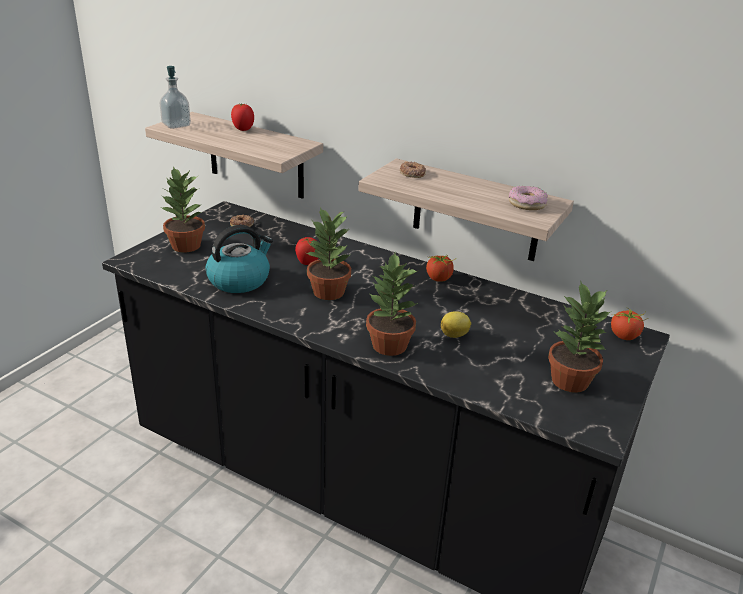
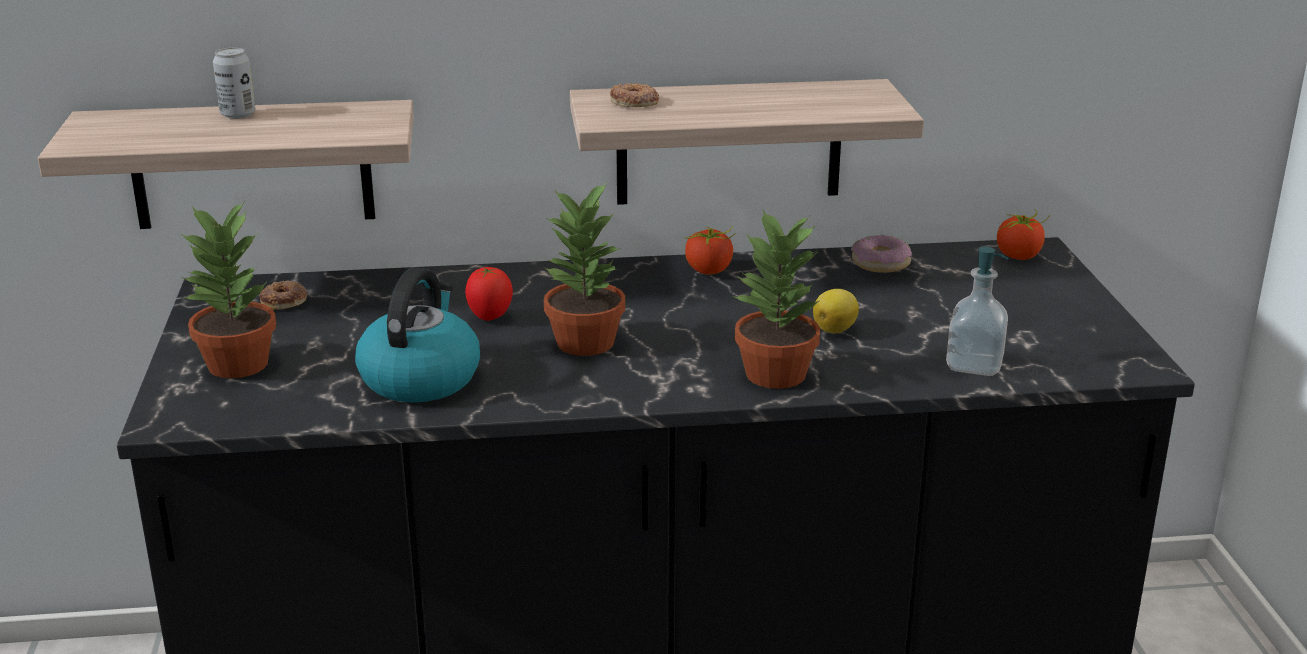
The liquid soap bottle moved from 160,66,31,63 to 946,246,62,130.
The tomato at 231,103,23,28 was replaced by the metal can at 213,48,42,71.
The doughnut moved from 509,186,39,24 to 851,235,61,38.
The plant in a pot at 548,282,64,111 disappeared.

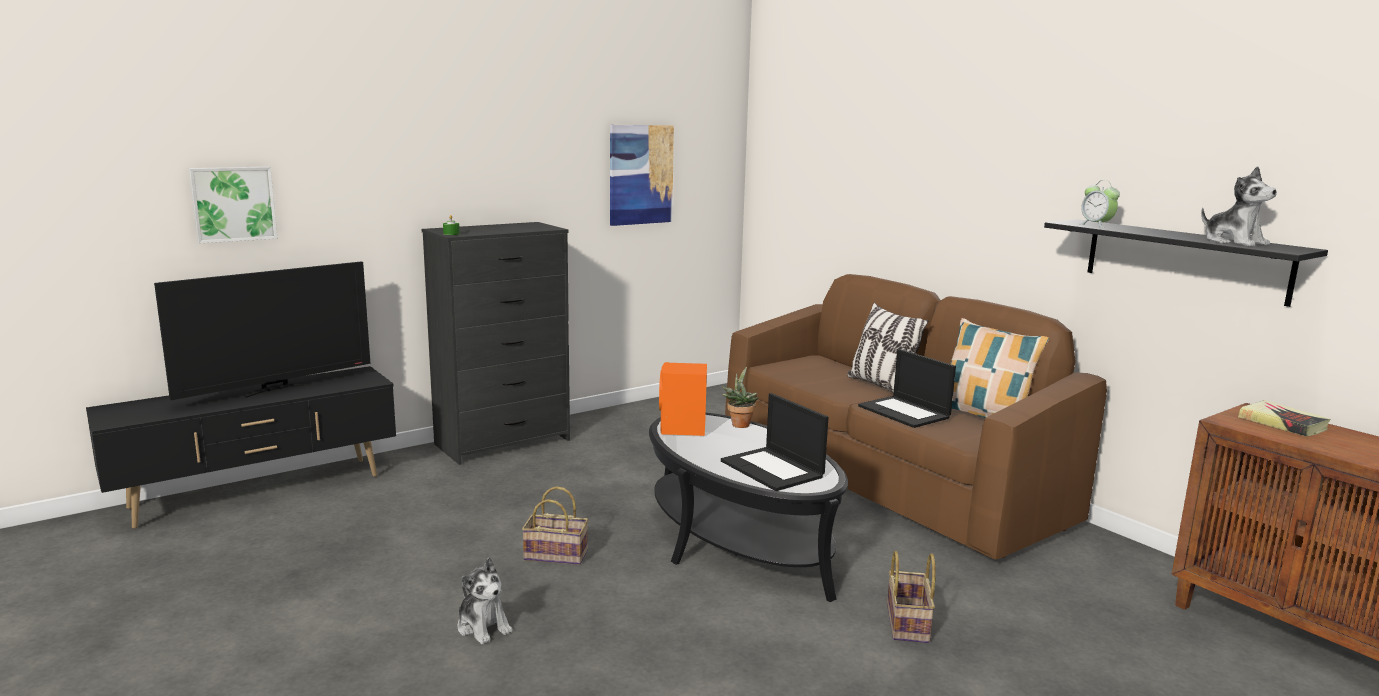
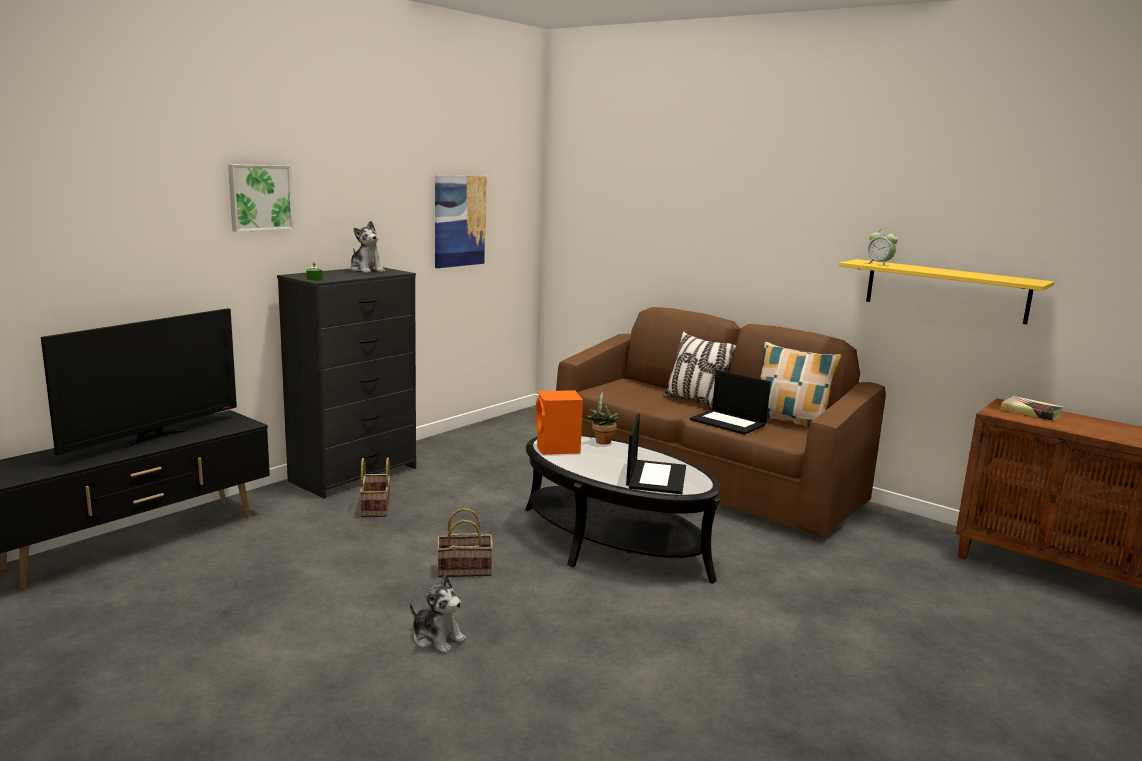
The picture moved from 189,167,89,76 to 228,164,66,68.
The portable computer at 721,393,108,98 turned 120 degrees counterclockwise.
The storage basket moved from 887,551,49,92 to 360,457,30,60.
The bracket shelf (black) at 1044,219,284,88 became the bracket shelf (yellow-coloured) at 839,259,215,65.
The soft toy moved from 1201,166,76,80 to 350,221,35,52.

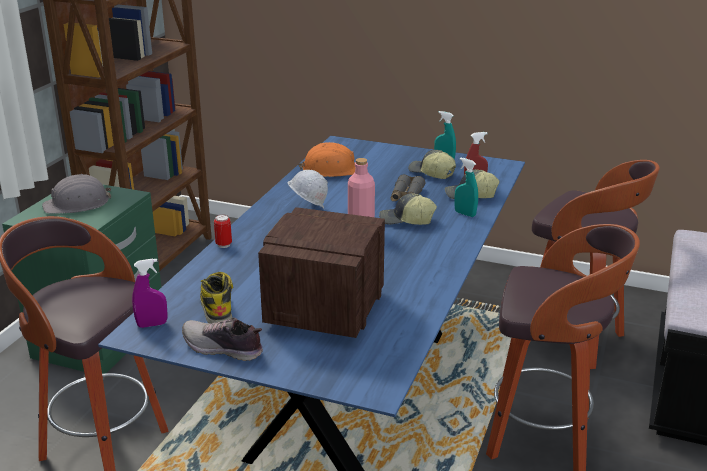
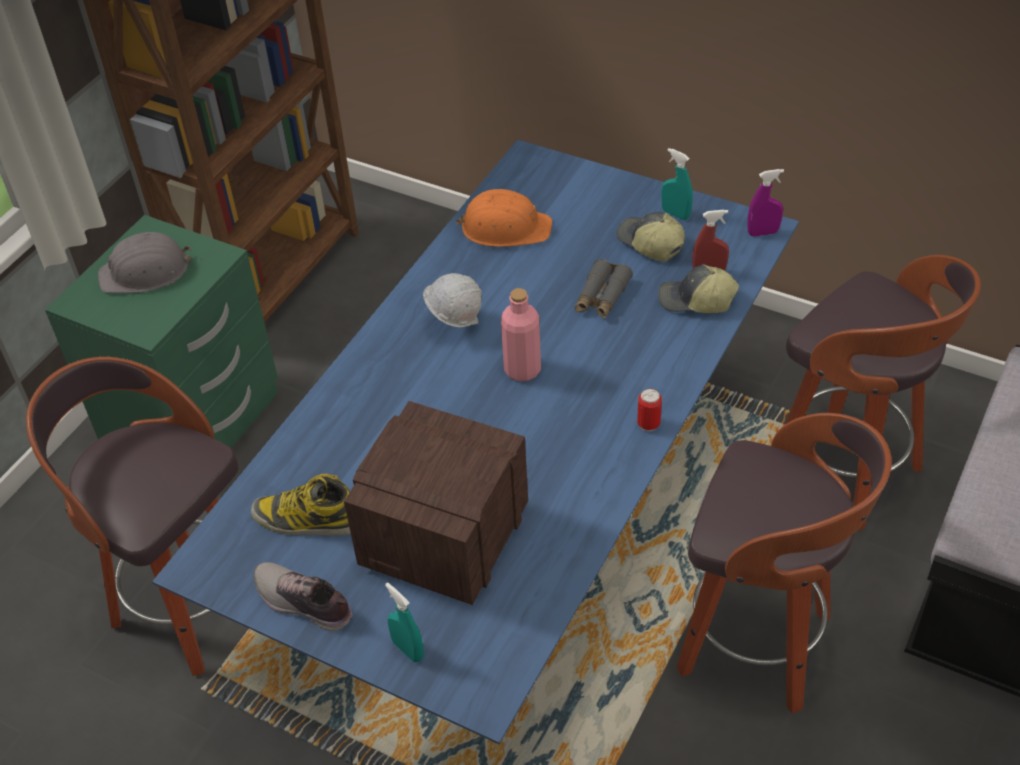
The spray bottle (purple-coloured) moved from 132,258,35,70 to 747,169,37,67.
The boot at 200,272,33,51 turned 75 degrees counterclockwise.
The metal can moved from 214,215,18,33 to 637,388,25,43.
The baseball cap at 379,193,58,32 disappeared.
The spray bottle (blue-green) moved from 454,158,24,59 to 385,583,39,79.

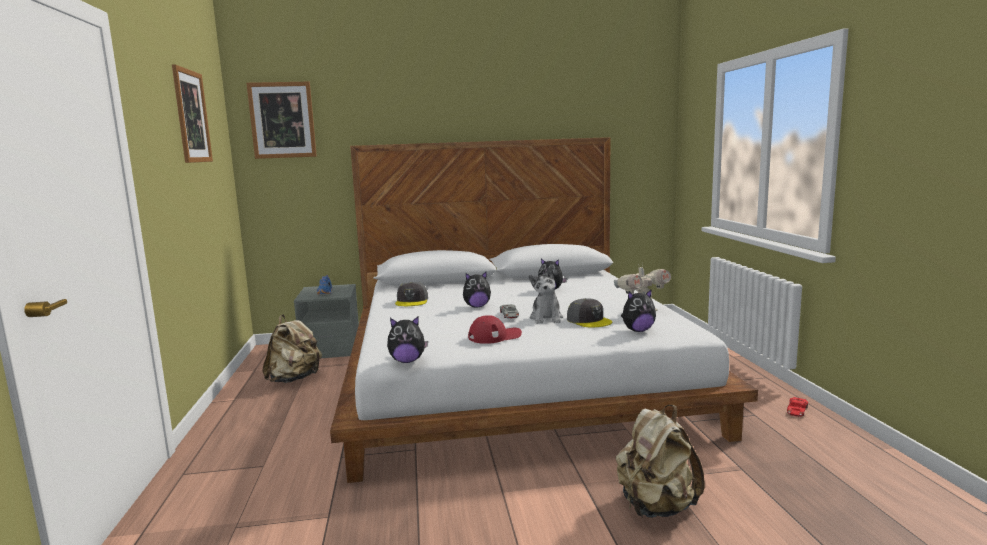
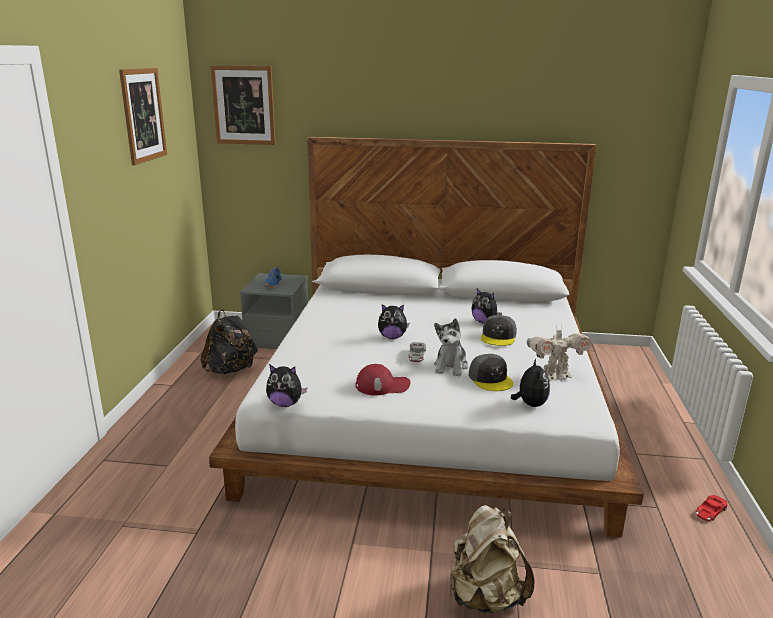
The knapsack (sand-coloured) at 262,314,60,69 became the knapsack (black) at 200,309,58,65.
The baseball cap (greyish) moved from 395,282,33,24 to 481,315,36,31.
The soft toy at 621,289,35,43 turned 90 degrees counterclockwise.

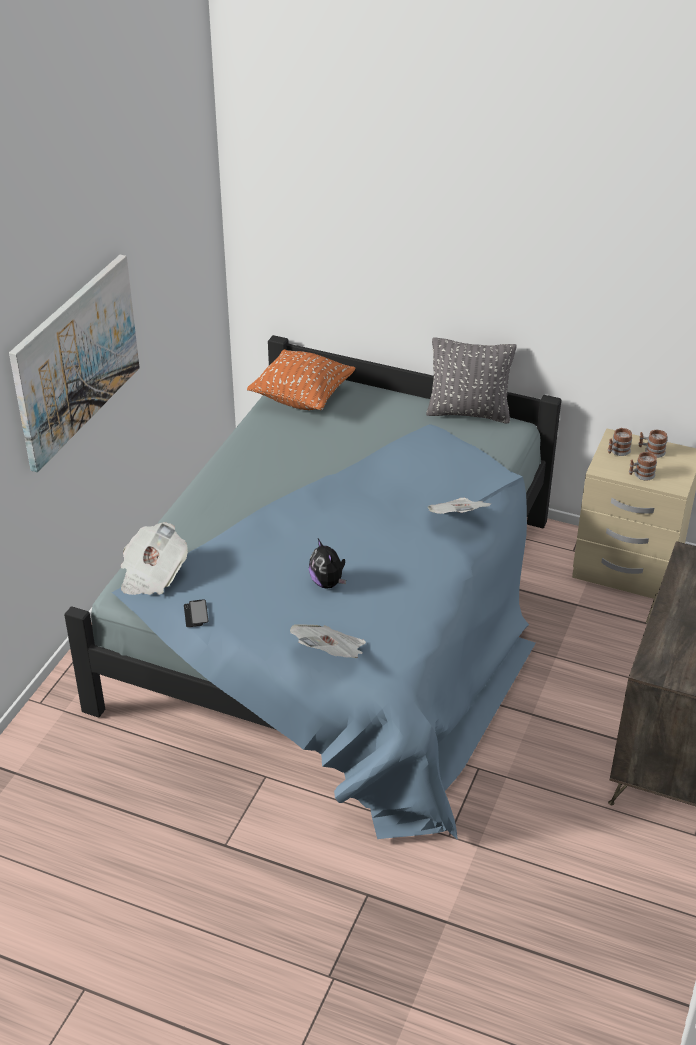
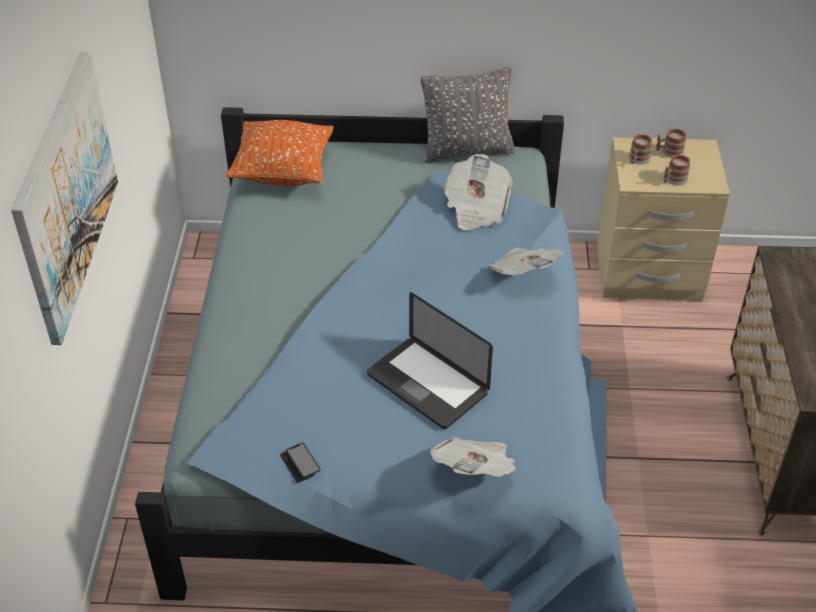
The daily paper moved from 121,522,67,73 to 444,154,69,76.
The soft toy at 309,539,37,50 was replaced by the portable computer at 367,292,126,137.

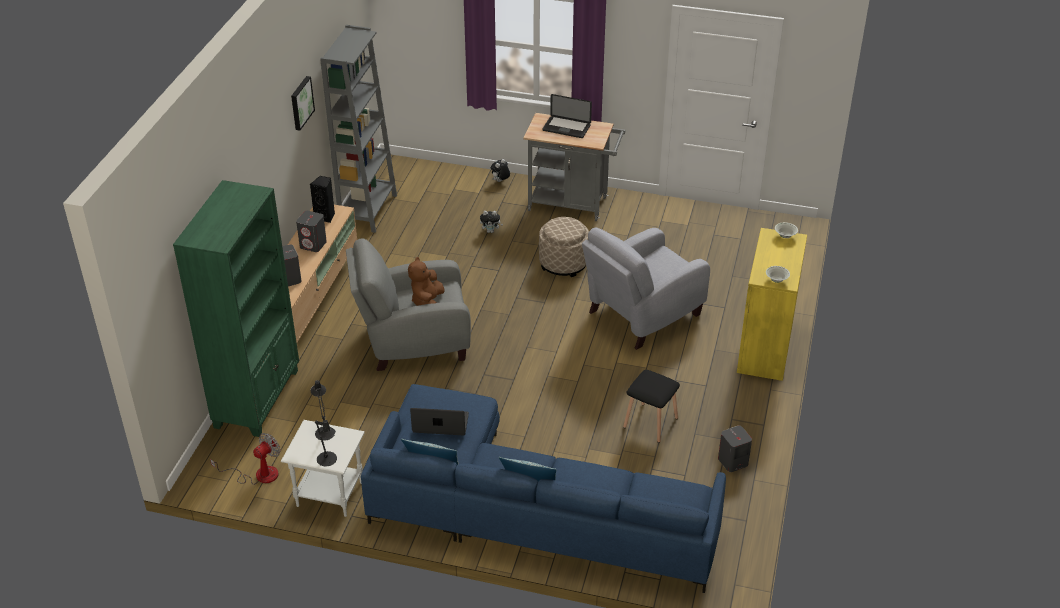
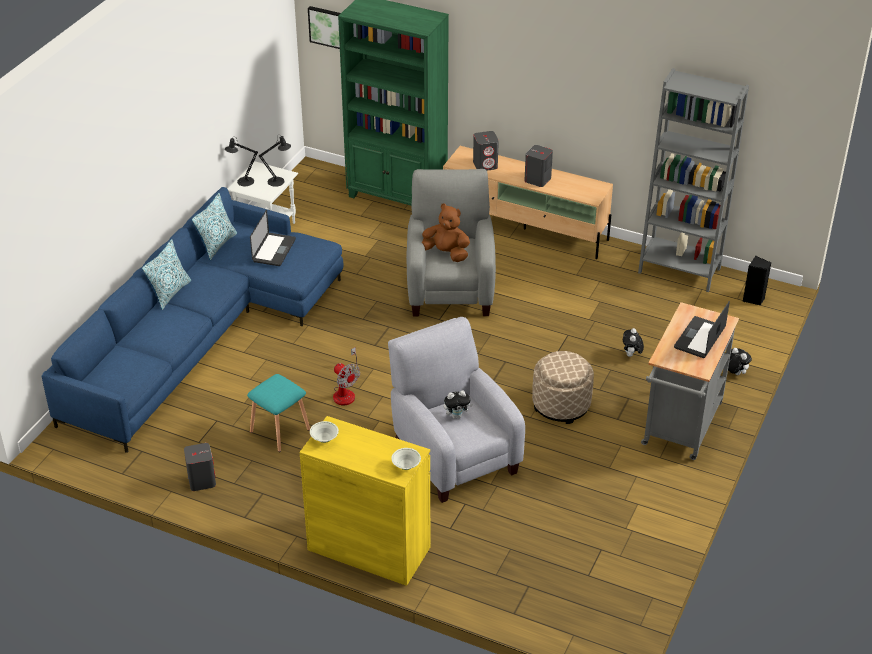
The cooling fan moved from 210,433,70,52 to 333,347,27,58.
The picture moved from 291,76,24,55 to 308,6,33,43.
The loudspeaker (black) moved from 310,176,25,47 to 743,256,28,49.
The stool (black) at 623,370,57,73 became the stool (blue-green) at 247,374,63,78.
The soft toy at 444,390,29,29 appeared.

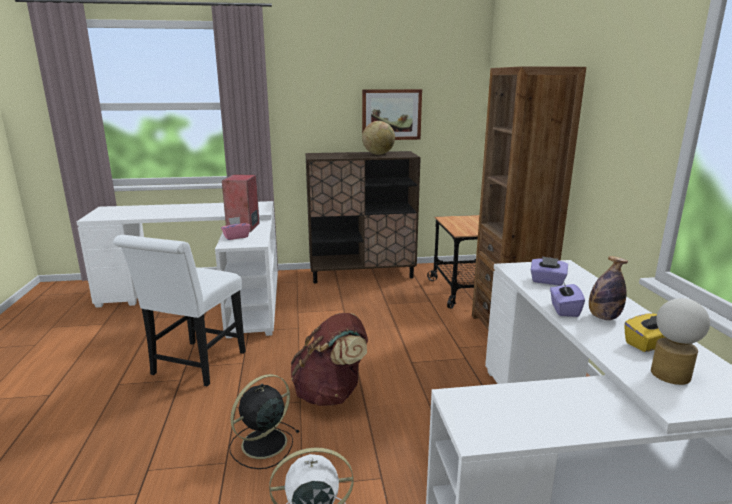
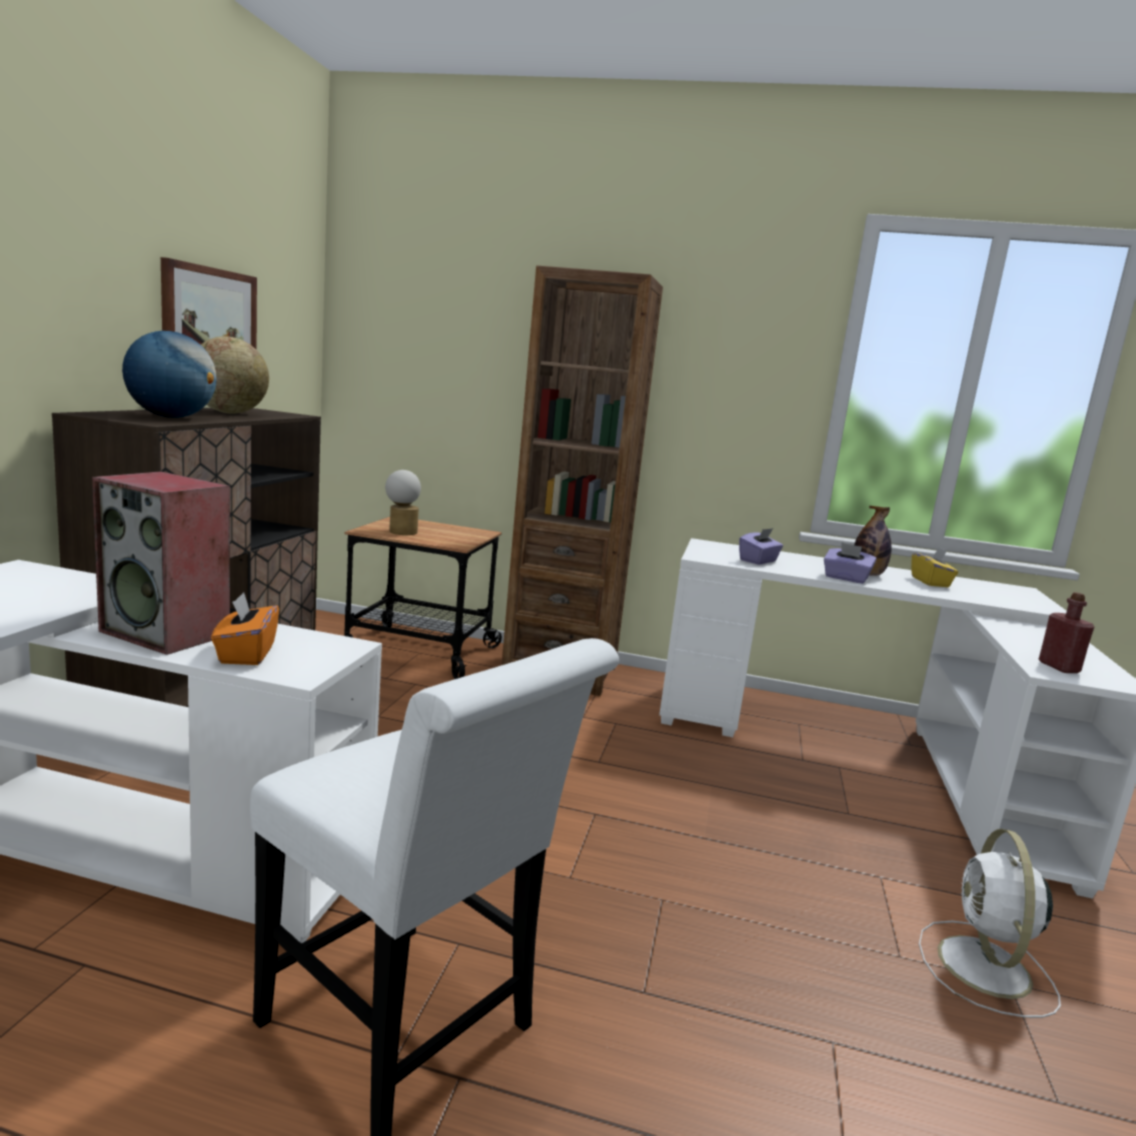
The tissue box (pinkish) at 221,217,29,23 became the tissue box (orange-coloured) at 211,592,68,73.
The cooling fan (black) at 229,374,70,95 disappeared.
The knapsack (brownish) at 291,313,77,93 disappeared.
The tabletop lamp moved from 651,298,59,87 to 385,470,36,65.
The desk globe at 122,331,95,87 appeared.
The bottle (red-coloured) at 1039,592,55,81 appeared.

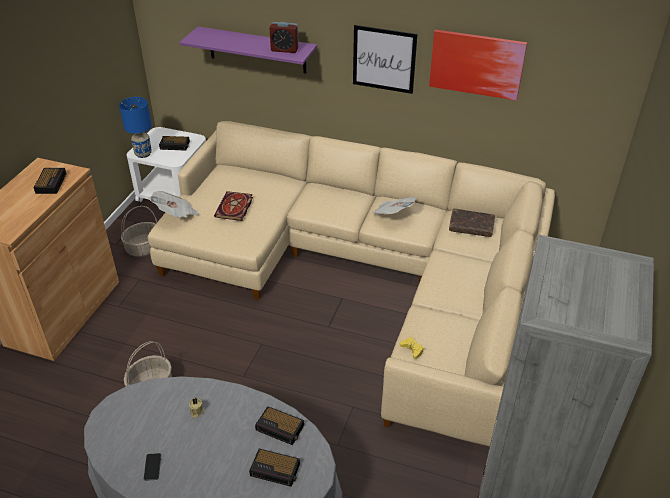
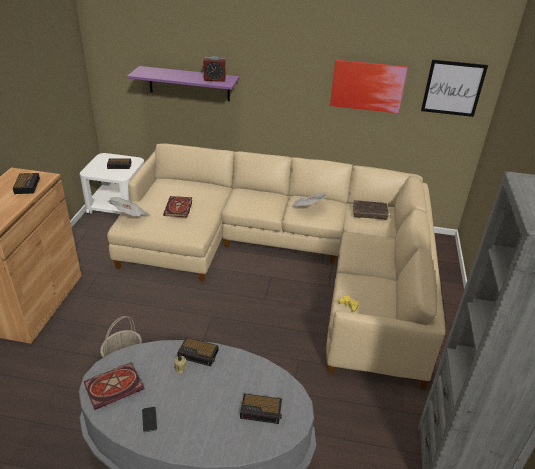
The tabletop lamp (bluish) at 119,97,33,61 disappeared.
The storage basket at 121,206,36,51 disappeared.
The alarm clock moved from 255,406,49,39 to 177,337,42,30.
The picture moved from 353,25,65,69 to 421,60,67,57.
The bound book at 84,362,60,48 appeared.

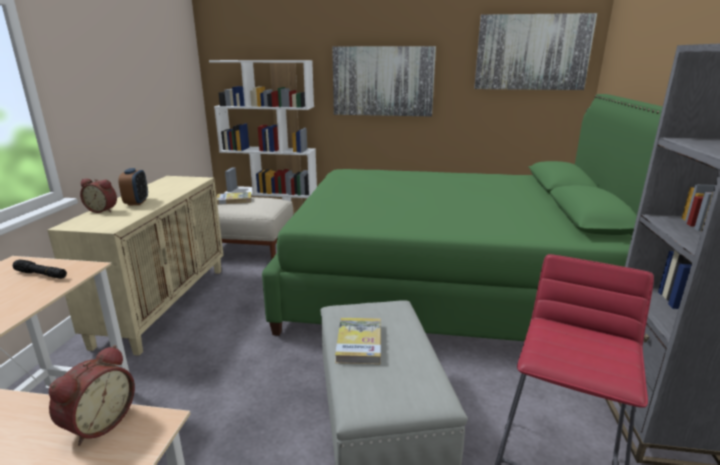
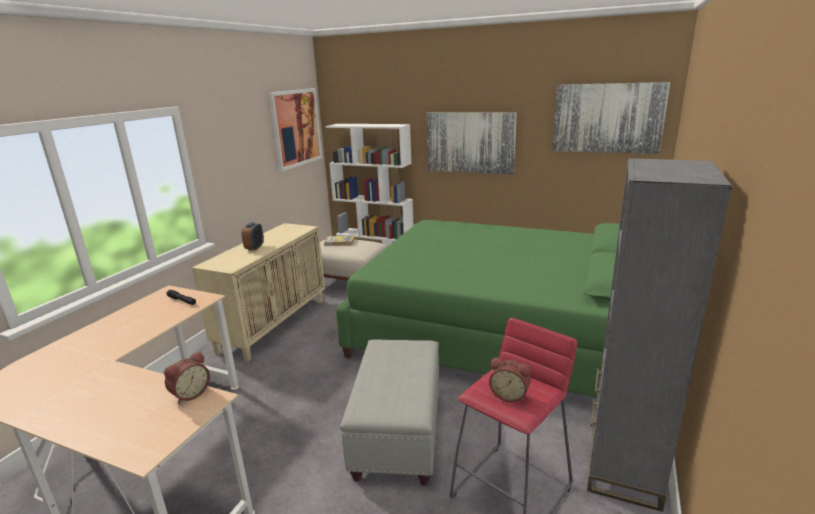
The alarm clock moved from 80,178,37,35 to 489,357,42,45.
The bound book at 335,318,46,46 disappeared.
The picture at 268,88,54,83 appeared.

